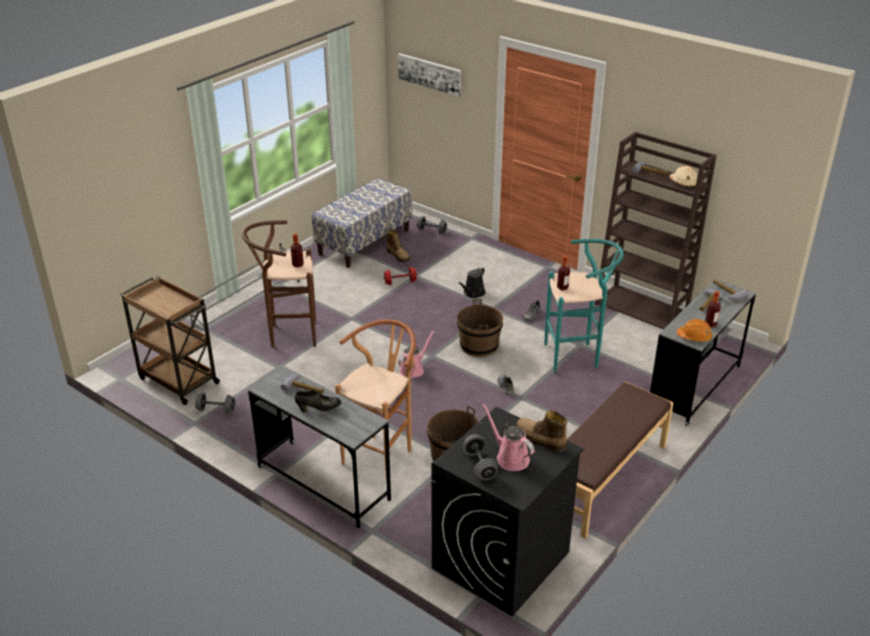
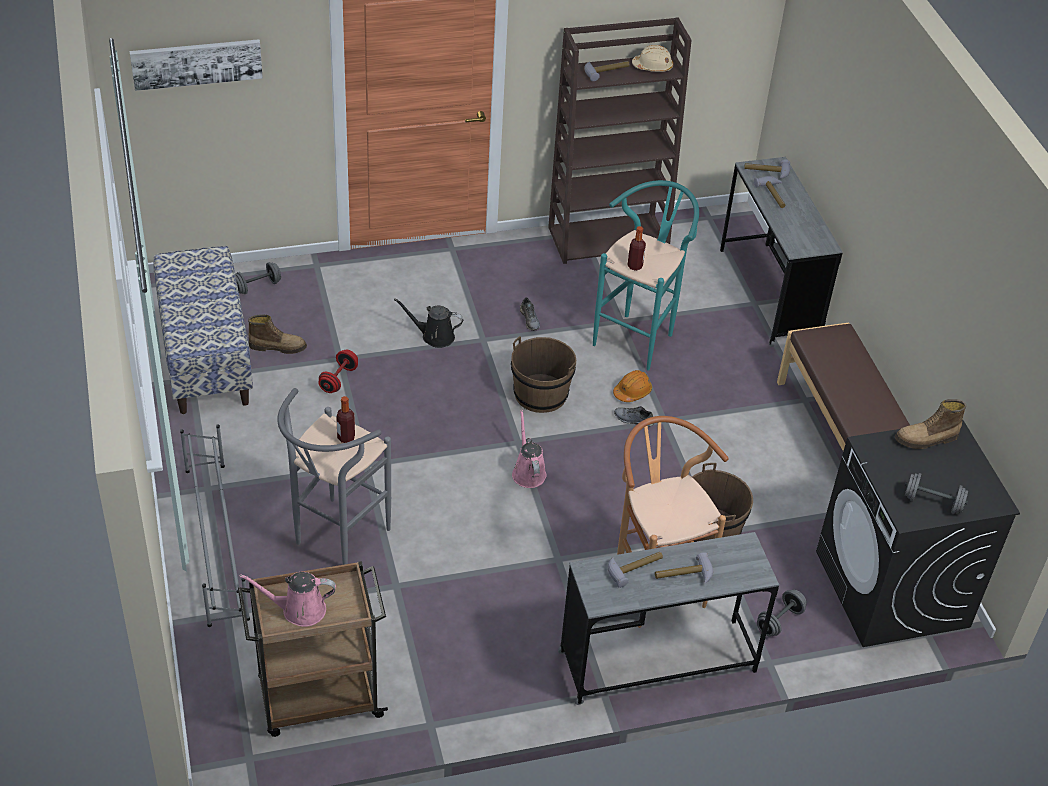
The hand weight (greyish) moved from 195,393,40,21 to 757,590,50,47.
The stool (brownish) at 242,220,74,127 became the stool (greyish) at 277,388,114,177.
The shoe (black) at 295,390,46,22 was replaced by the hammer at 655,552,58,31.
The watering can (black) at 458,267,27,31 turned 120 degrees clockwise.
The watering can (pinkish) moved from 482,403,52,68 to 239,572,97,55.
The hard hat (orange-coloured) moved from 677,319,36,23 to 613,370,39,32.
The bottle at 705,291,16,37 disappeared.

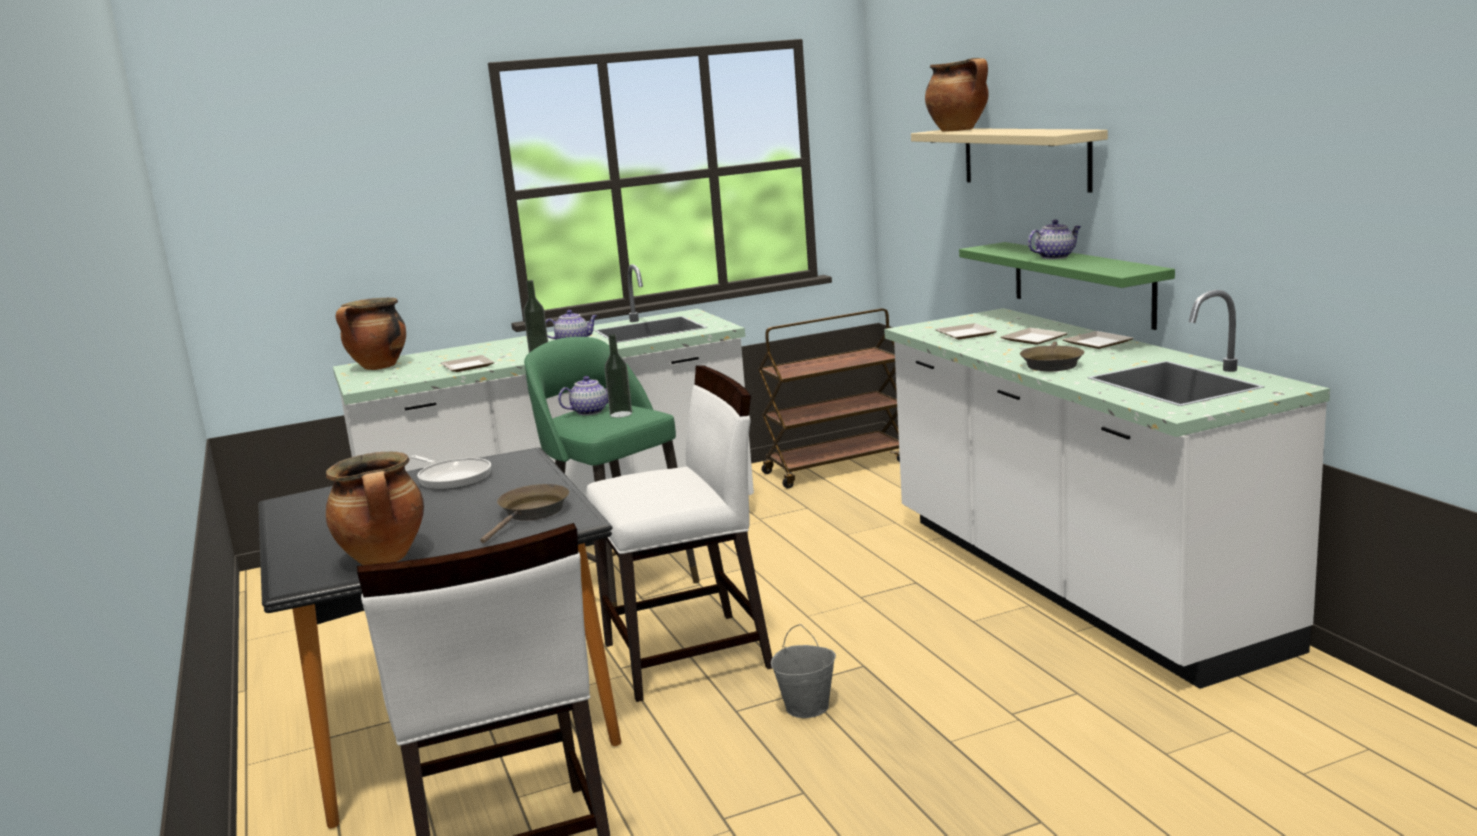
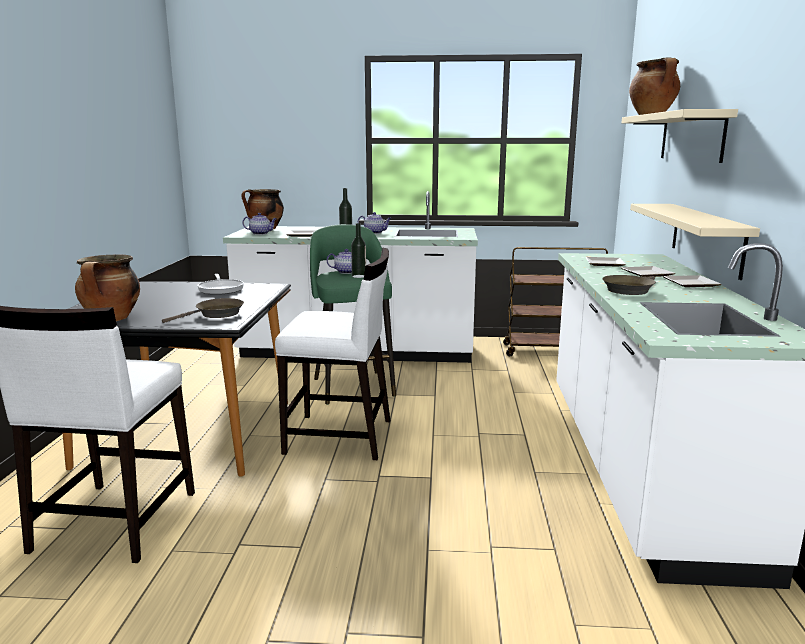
The water bucket (greyish) at 771,624,65,94 disappeared.
The bracket shelf (green) at 959,242,216,88 became the bracket shelf (sand-coloured) at 630,204,130,76.
The teapot moved from 1028,220,53,39 to 242,213,35,22.

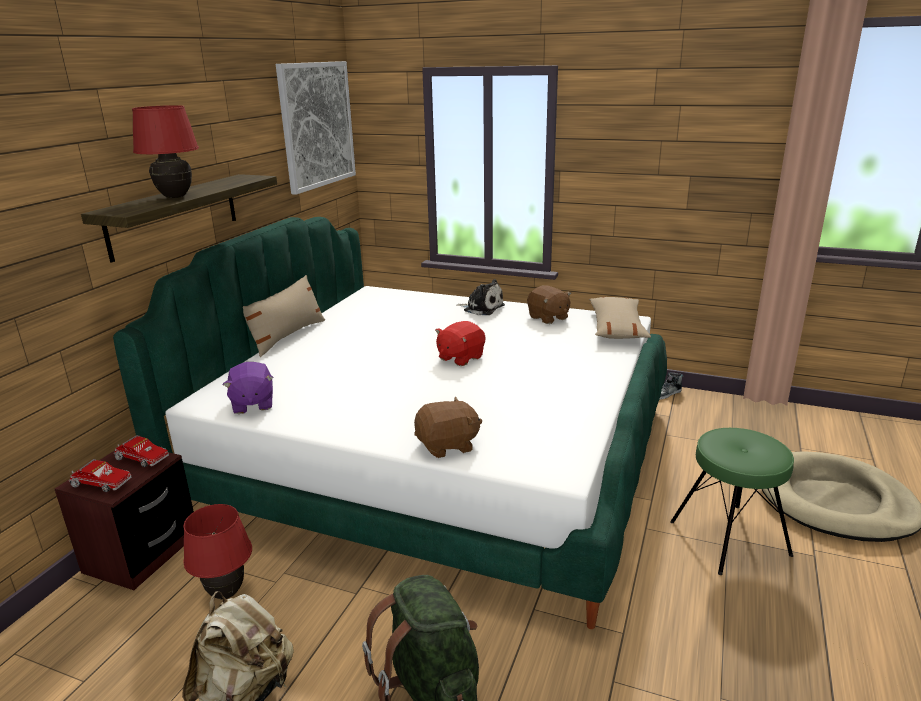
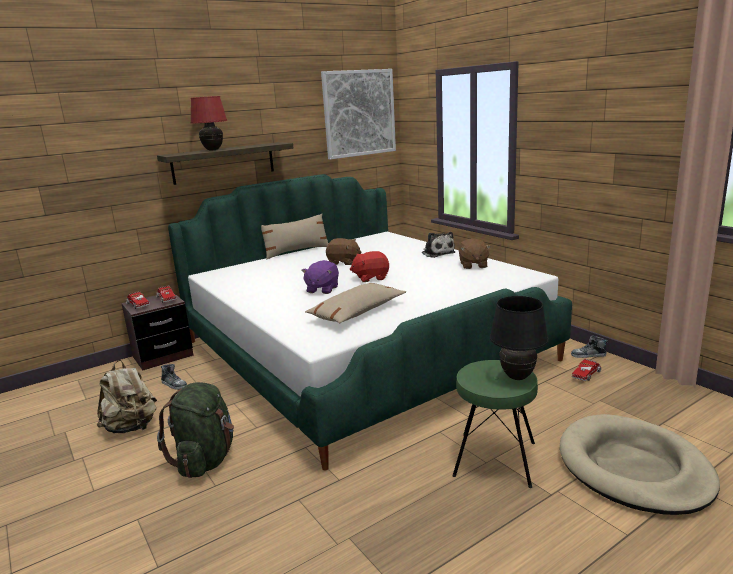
The tabletop lamp (red-coloured) at 183,504,69,95 was replaced by the shoe at 161,364,26,26.
The soft toy (purple-coloured) moved from 223,362,51,52 to 301,260,38,34.
The soft toy (brownish) moved from 414,397,68,61 to 326,238,36,27.
The cushion (sand-coloured) moved from 589,297,62,42 to 305,283,101,40.
The tabletop lamp (black) at 490,296,58,84 appeared.
The model truck at 571,359,30,22 appeared.

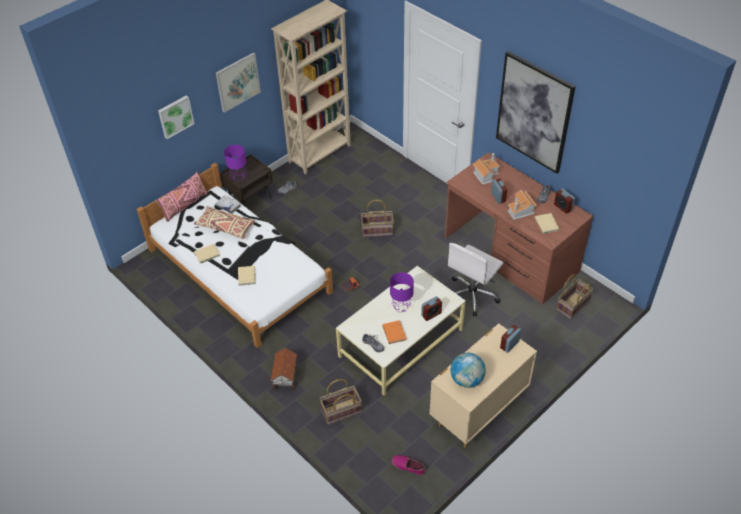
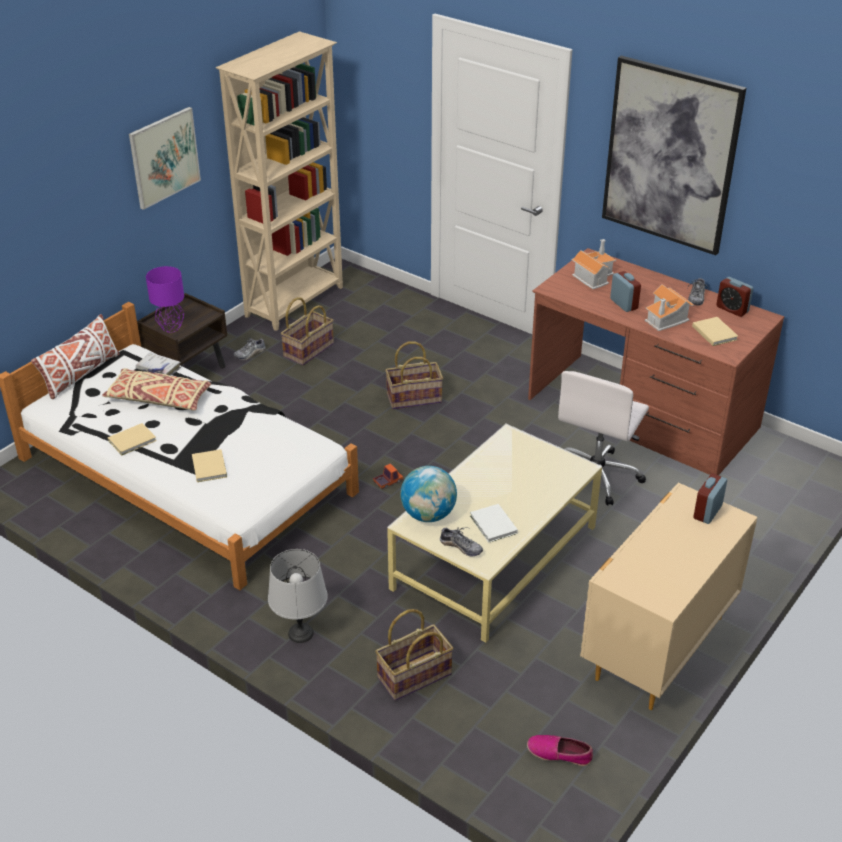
The cushion (pinkish) at 156,171,52,51 became the cushion (whitish) at 31,314,89,85.
The picture at 158,95,36,44 disappeared.
The miniature house at 270,347,28,44 was replaced by the tabletop lamp (greyish) at 268,549,60,94.
The bound book (orange-coloured) at 383,320,23,24 became the bound book (whitish) at 470,504,48,39.
The tabletop lamp (purple-coloured) at 390,272,24,40 disappeared.
The alarm clock at 421,296,21,25 disappeared.
The desk globe moved from 451,353,35,35 to 400,466,57,56.
The storage basket moved from 556,274,38,45 to 281,297,53,68.

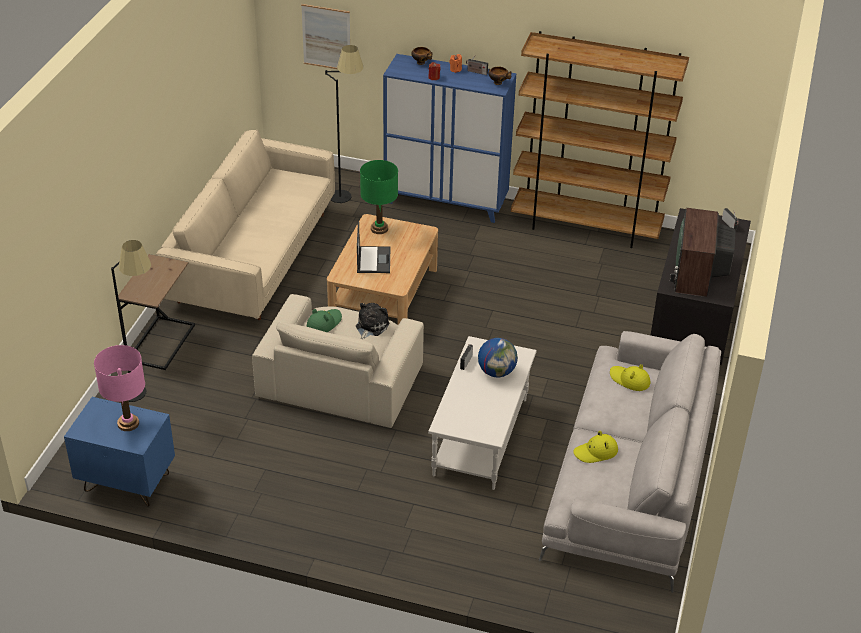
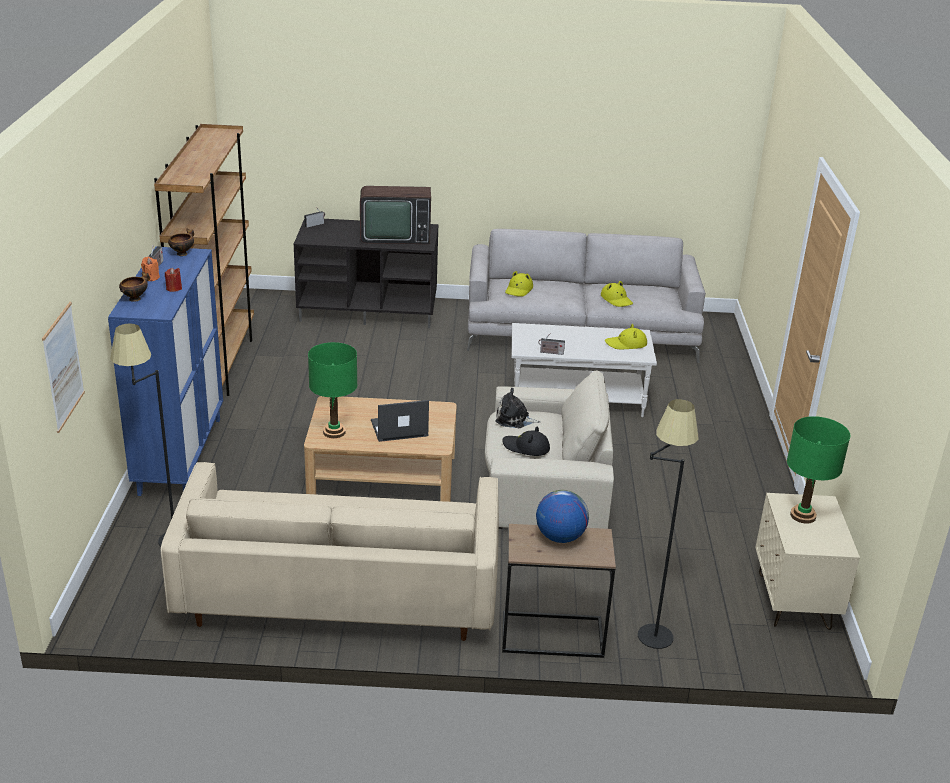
The nightstand (bluish) at 64,397,111,110 became the nightstand (sand-coloured) at 755,493,105,137.
The tabletop lamp (pinkish) at 94,345,51,86 became the tabletop lamp (green) at 787,416,63,108.
The clothing hat (green) at 307,309,35,23 became the clothing hat (black) at 502,426,48,30.
The desk globe moved from 478,338,40,39 to 536,490,53,53.
The clothing hat (yellow-coloured) at 605,324,42,25 appeared.

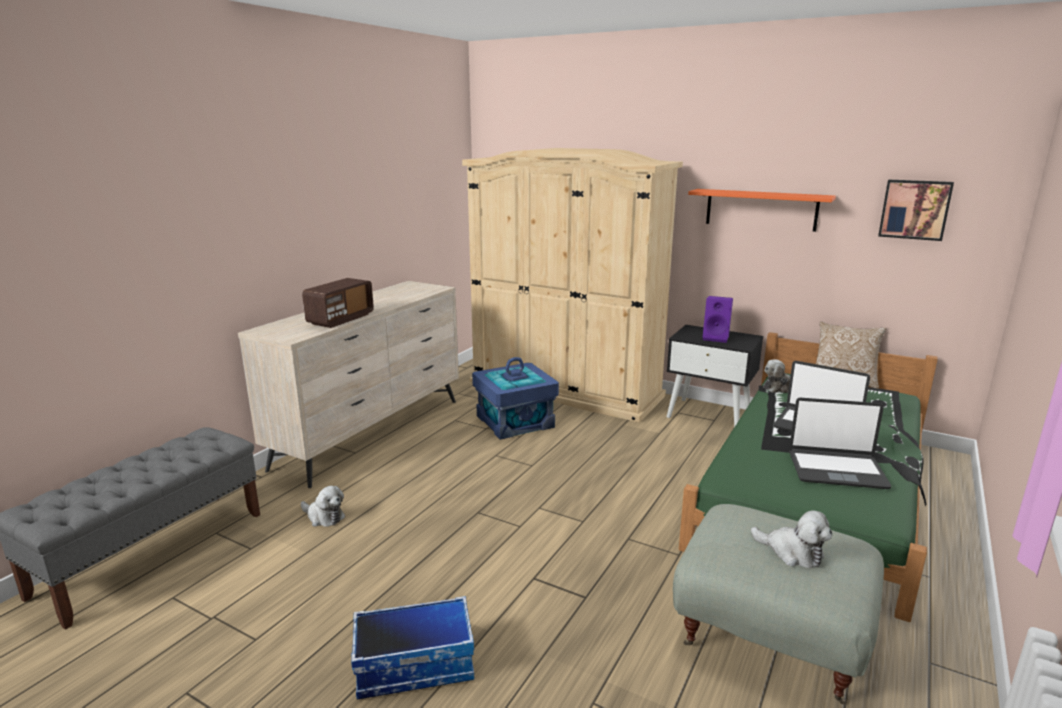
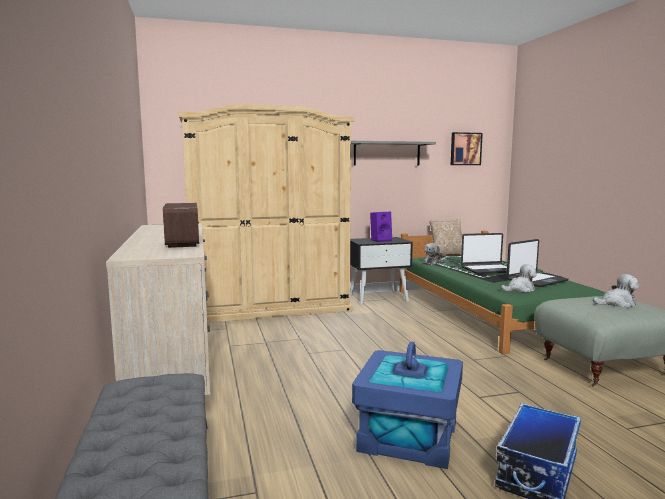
The soft toy moved from 301,486,44,41 to 501,264,36,29.
The storage bin (bluish) moved from 472,357,87,83 to 352,342,111,127.
The bracket shelf (orange-coloured) at 688,189,148,43 became the bracket shelf (greyish) at 351,141,85,25.

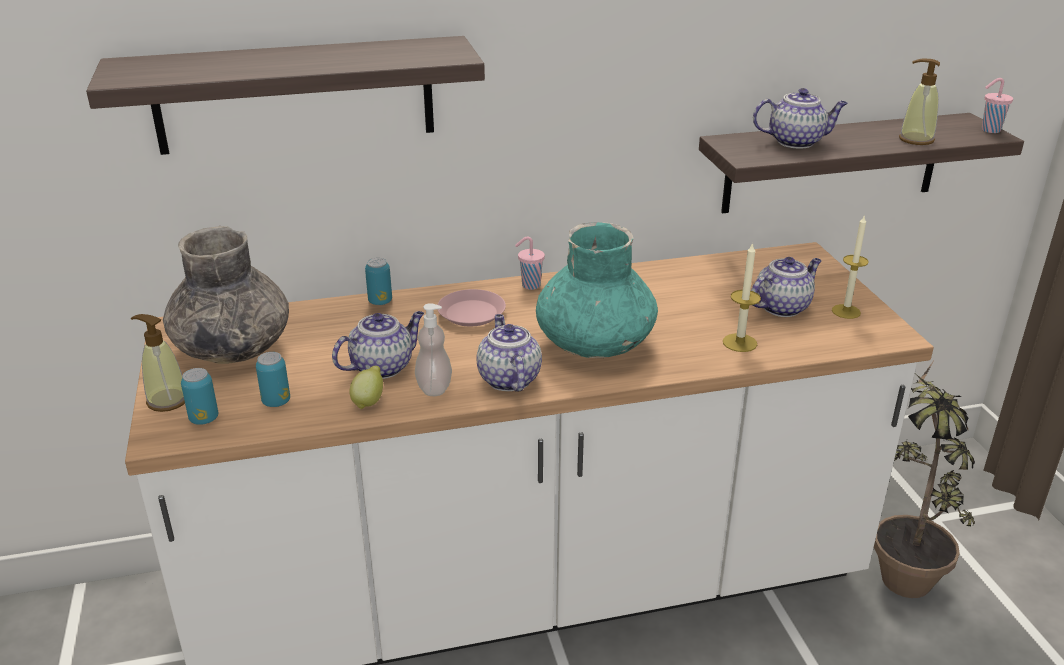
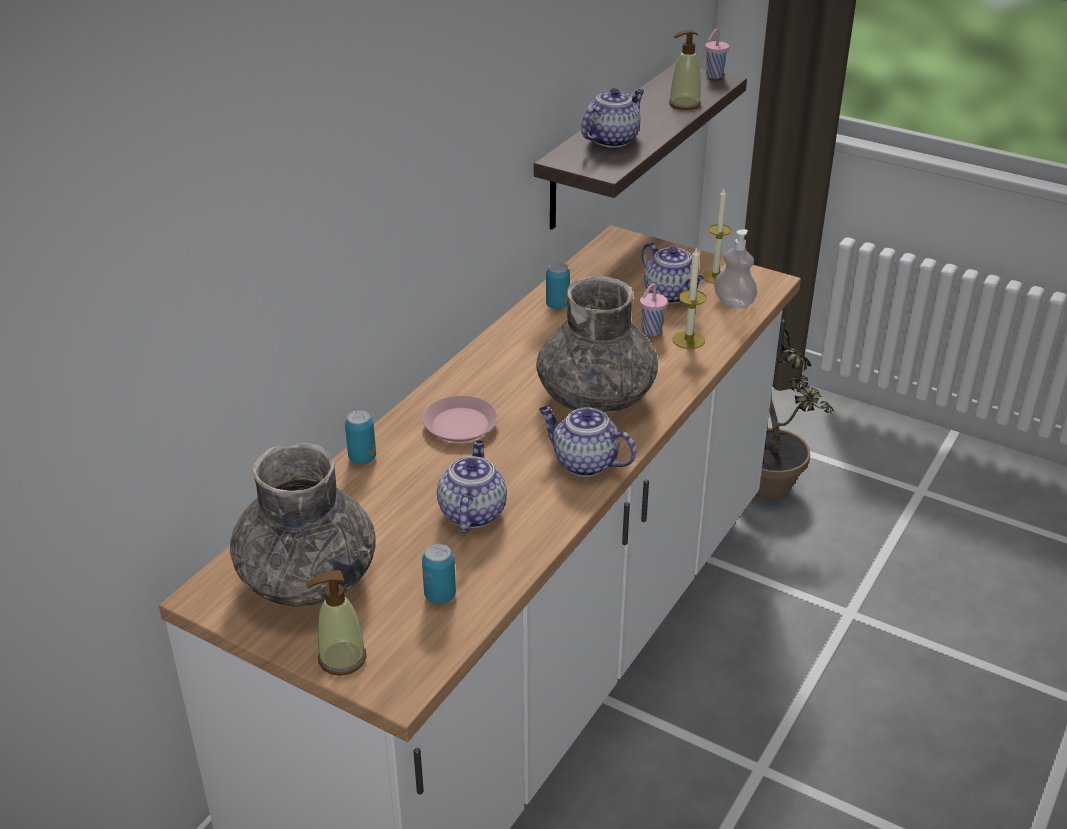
The bracket shelf at 86,36,399,119 disappeared.
The metal can moved from 181,368,37,57 to 546,263,24,46.
The lemon at 349,366,34,43 disappeared.
The liquid soap bottle moved from 415,303,37,93 to 714,229,43,79.
The small cup (pinkish) moved from 515,237,30,53 to 640,283,28,53.
The flower vase (blue-green) at 536,222,122,136 became the flower vase (greyish) at 536,276,122,137.
The teapot at 751,257,71,60 turned 135 degrees clockwise.

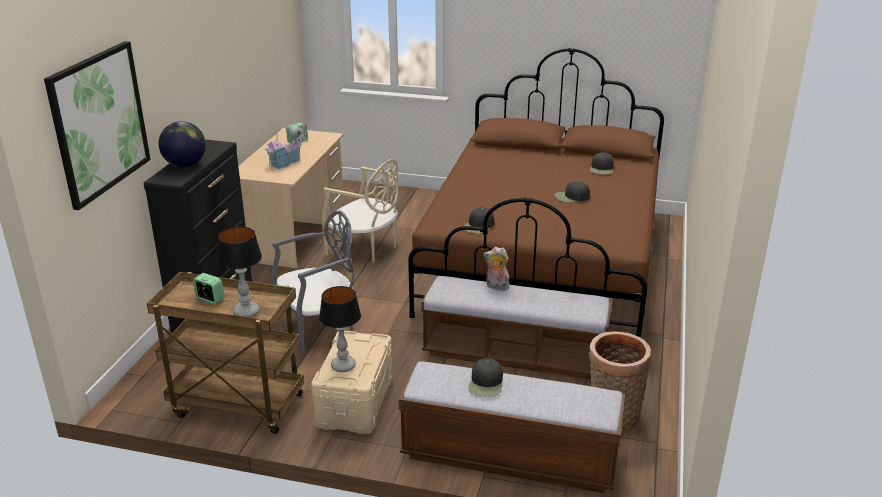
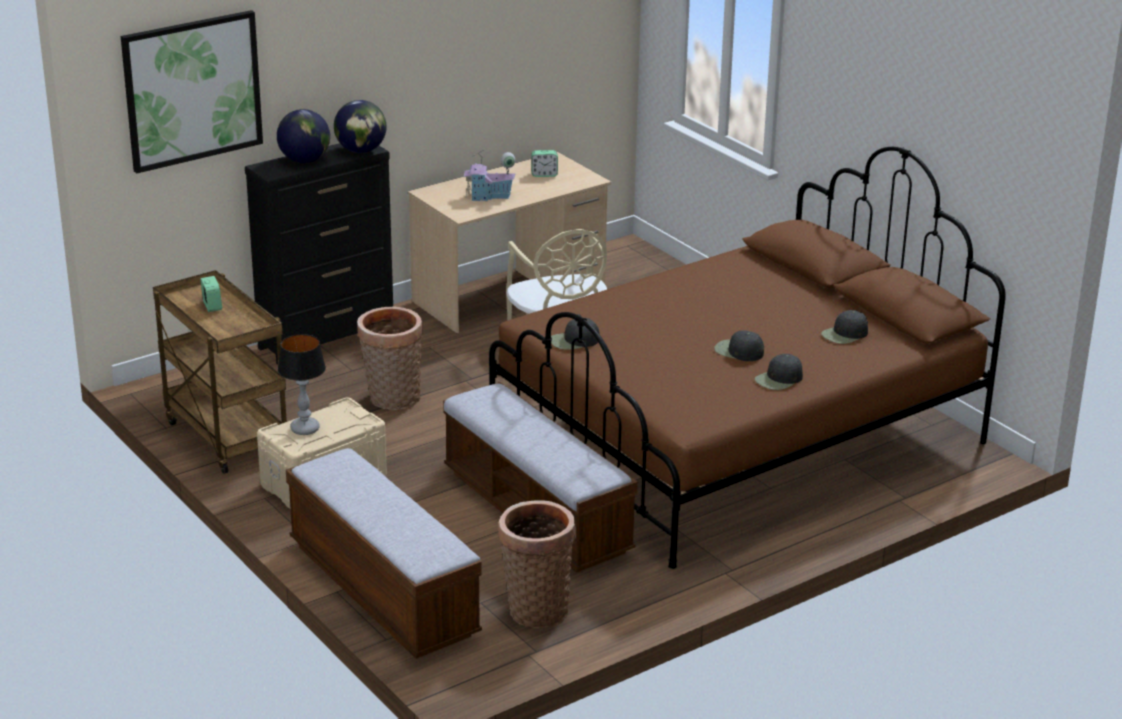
The tabletop lamp at 217,226,45,92 disappeared.
The plain chair (greyish) at 271,210,83,143 was replaced by the storage basket at 357,307,66,103.
The baseball cap (black) moved from 468,358,35,39 to 755,354,48,36.
The soft toy at 484,247,26,44 disappeared.
The desk globe at 334,100,53,53 appeared.

